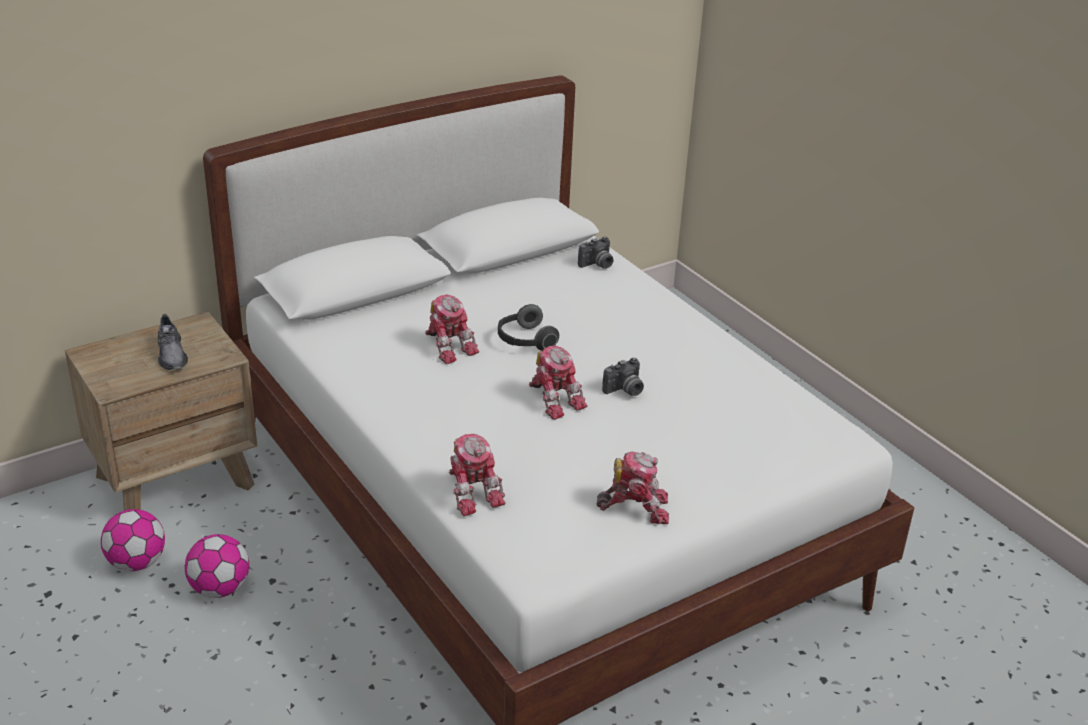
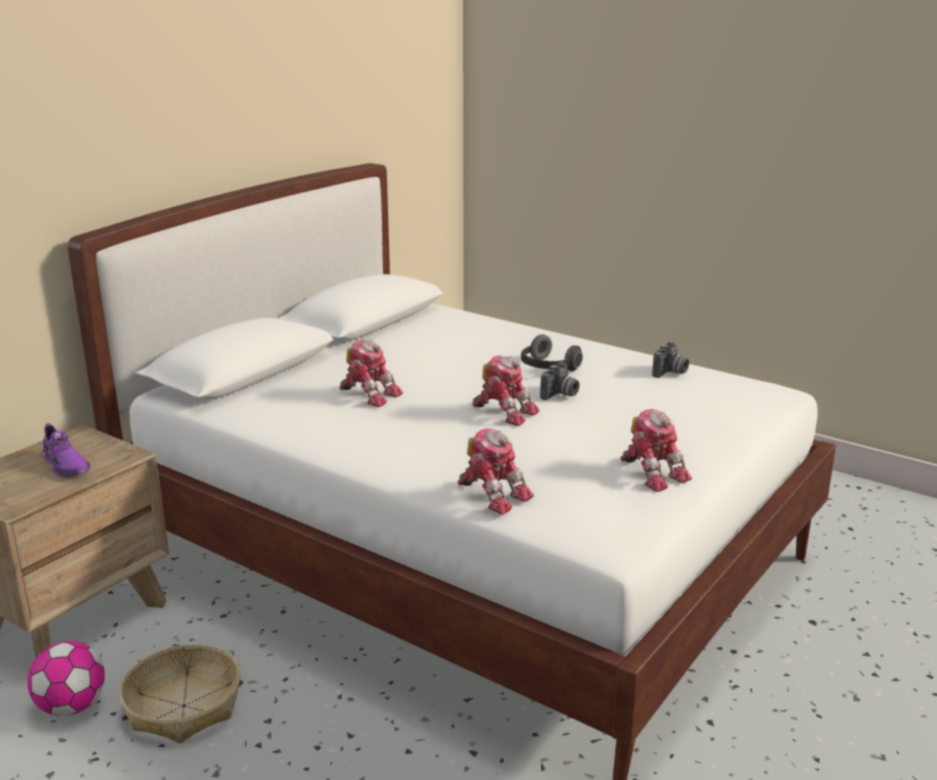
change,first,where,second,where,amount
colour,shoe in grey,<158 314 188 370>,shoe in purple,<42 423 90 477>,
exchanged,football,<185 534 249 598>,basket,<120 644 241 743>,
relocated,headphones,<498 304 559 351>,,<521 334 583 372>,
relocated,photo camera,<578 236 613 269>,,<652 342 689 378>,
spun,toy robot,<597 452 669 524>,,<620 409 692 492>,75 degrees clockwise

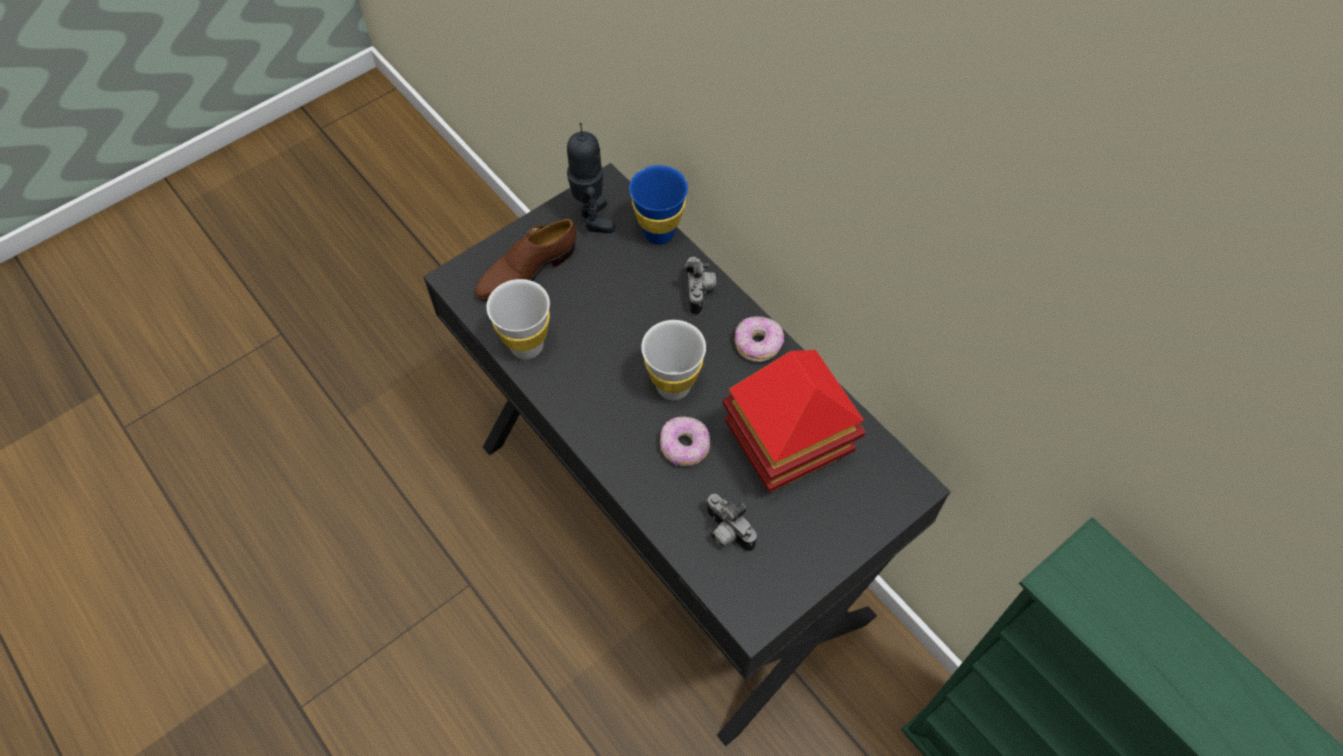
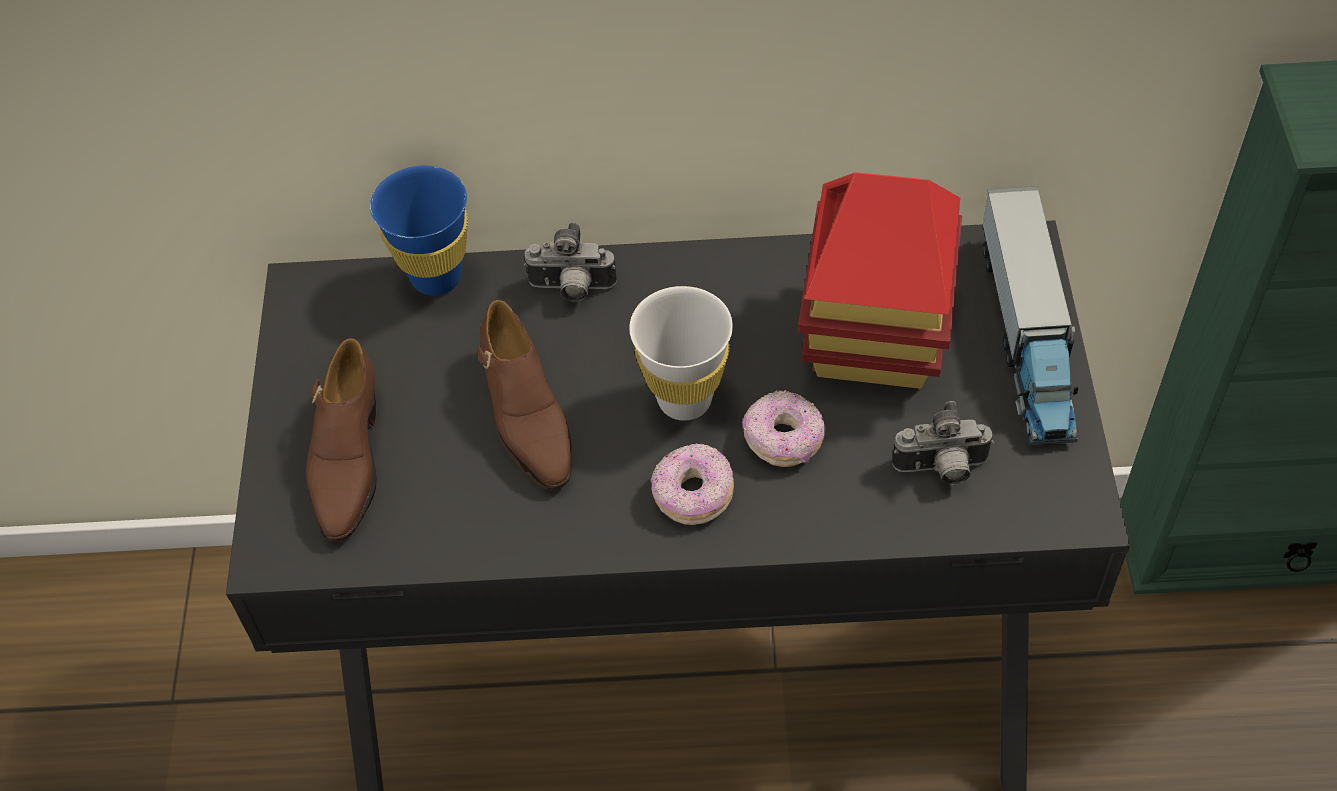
change,first,where,second,where,amount
missing,cup in white,<486 279 550 360>,,,
missing,toy robot,<567 123 615 233>,,,
spun,photo camera,<685 257 716 316>,,<524 222 617 302>,150 degrees clockwise
relocated,donut,<735 316 784 362>,,<651 444 734 525>,
appeared,,,shoe in brown,<477 300 572 490>,
appeared,,,toy truck,<982 186 1078 445>,

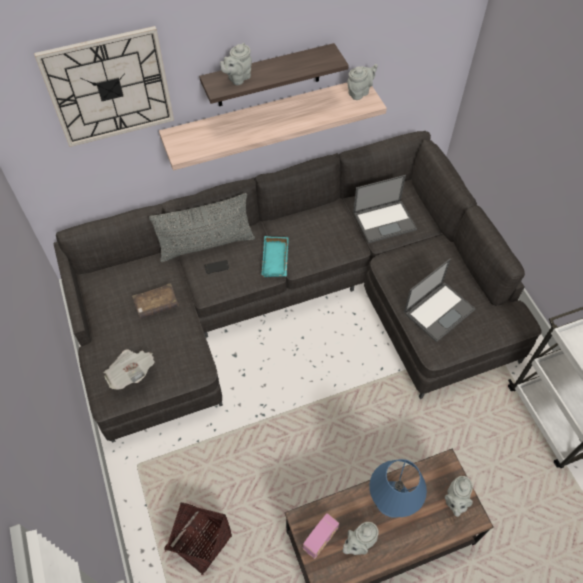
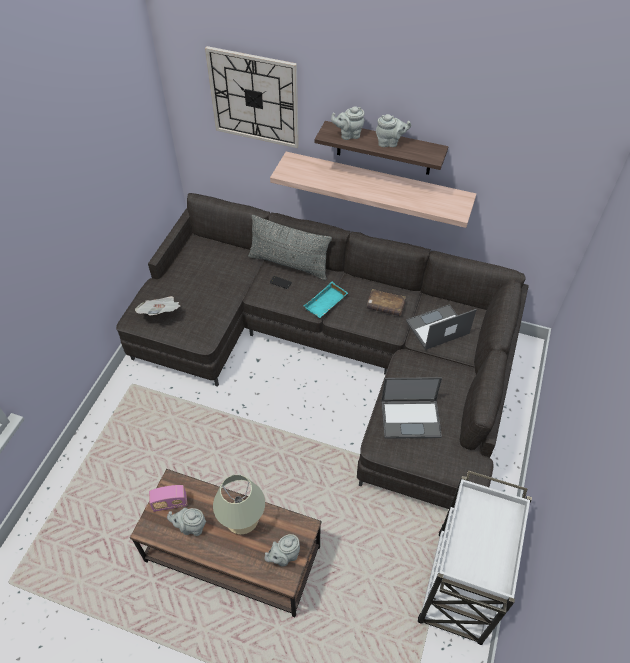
change,first,where,second,where,amount
relocated,book in brown,<132 283 179 319>,,<367 289 406 316>,
missing,basket,<165 502 232 575>,,,
relocated,teapot in grey,<347 64 378 100>,,<376 114 411 147>,
spun,laptop,<353 175 417 244>,,<406 304 477 350>,135 degrees clockwise
colour,table lamp in blue,<369 459 427 518>,table lamp in beige,<213 474 265 534>,

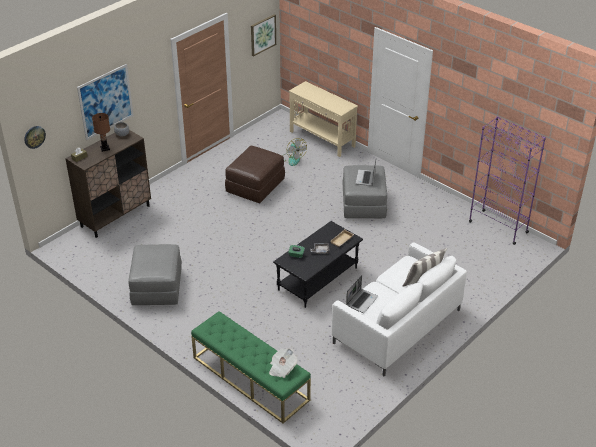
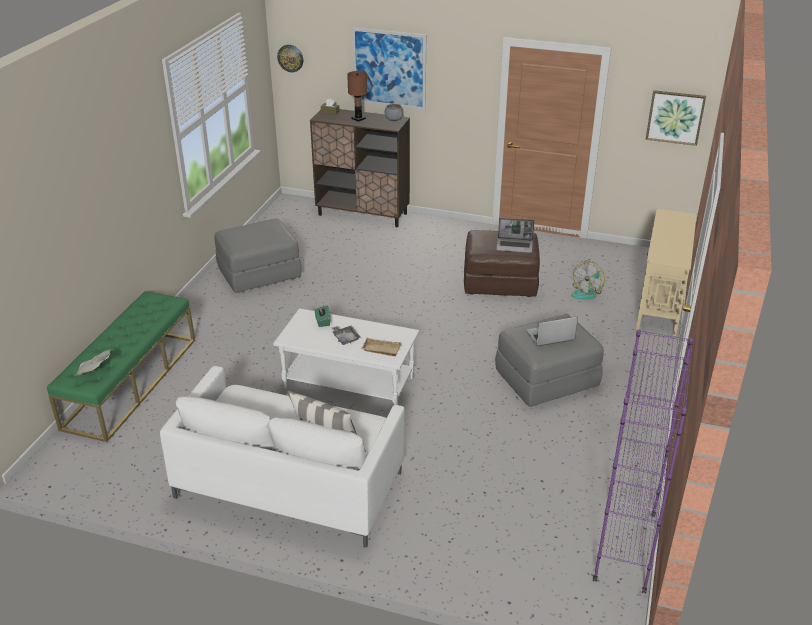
change,first,where,second,where,amount
colour,coffee table in black,<273 221 363 308>,coffee table in white,<273 308 419 405>,
relocated,laptop,<346 275 378 313>,,<496 218 535 253>,

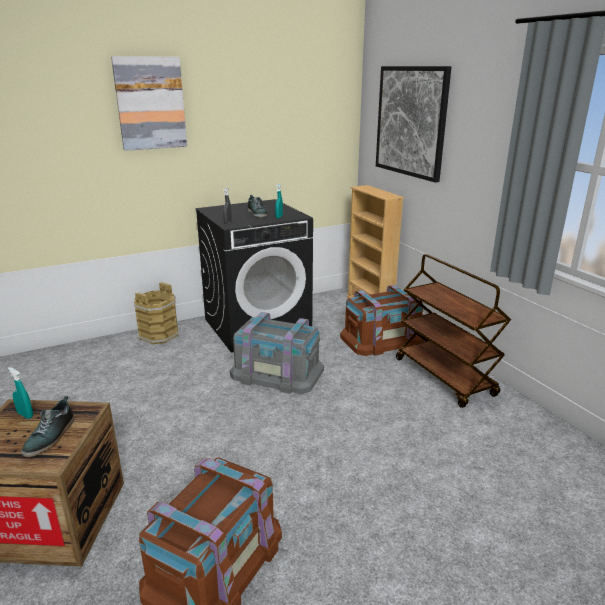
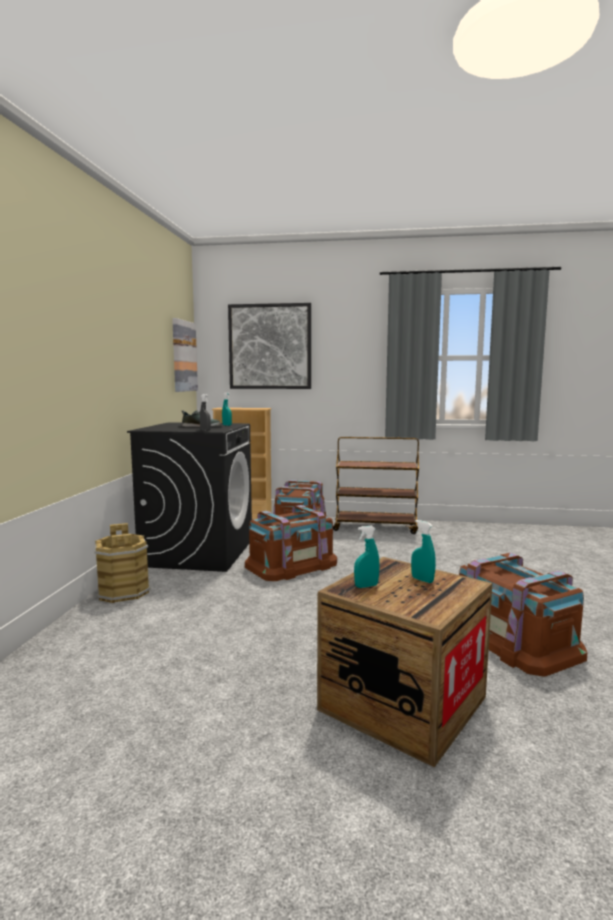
change,first,where,second,where,amount
exchanged,shoe,<22 396 75 457>,spray bottle in turquoise,<411 520 436 583>,
relocated,picture,<111 56 187 151>,,<172 318 198 392>,
colour,storage box in grey,<230 312 324 394>,storage box in brown,<245 505 337 581>,

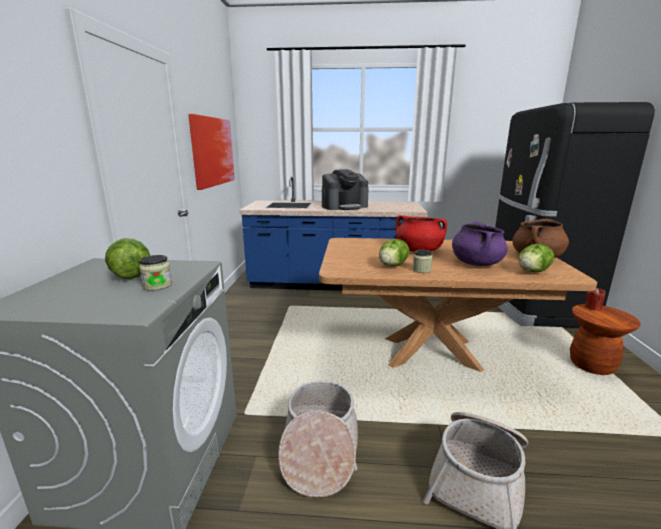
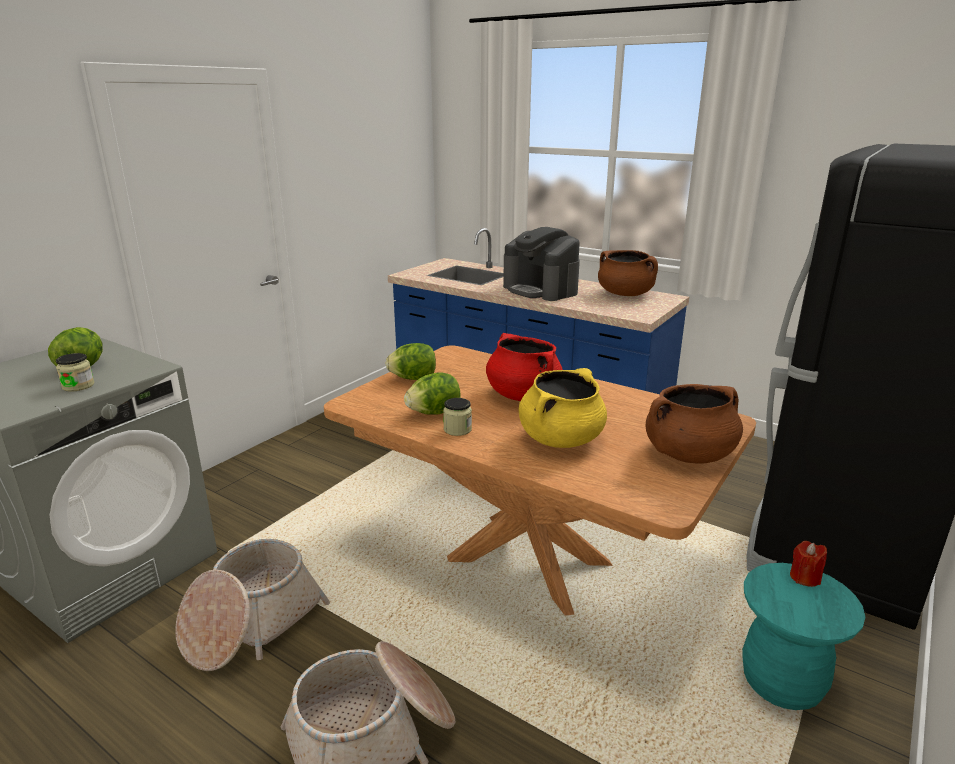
change,first,where,second,where,amount
missing,picture,<188 114 235 190>,,,
spun,coffee machine,<322 169 369 210>,,<503 227 580 301>,45 degrees clockwise
colour,cooking pot in purple,<452 221 508 266>,cooking pot in yellow,<519 368 607 448>,
relocated,lettuce,<519 244 554 272>,,<385 343 436 380>,
colour,stool in brown,<570 304 640 375>,stool in turquoise,<742 563 865 710>,
appeared,,,cooking pot in brown,<598 250 658 296>,

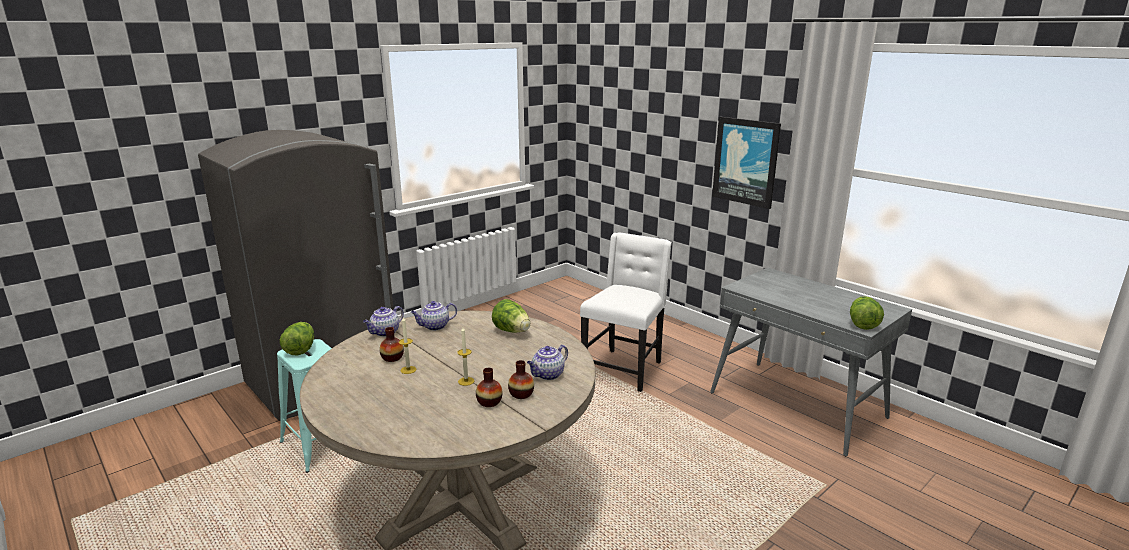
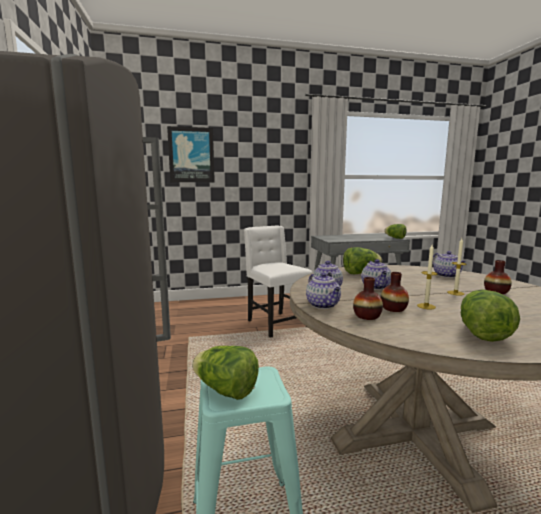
change,first,where,second,where,amount
relocated,vase,<508 360 534 399>,,<353 277 383 320>,
relocated,picture,<712 117 781 209>,,<167 126 215 182>,
appeared,,,teapot,<361 259 391 290>,
appeared,,,lettuce,<461 290 520 342>,

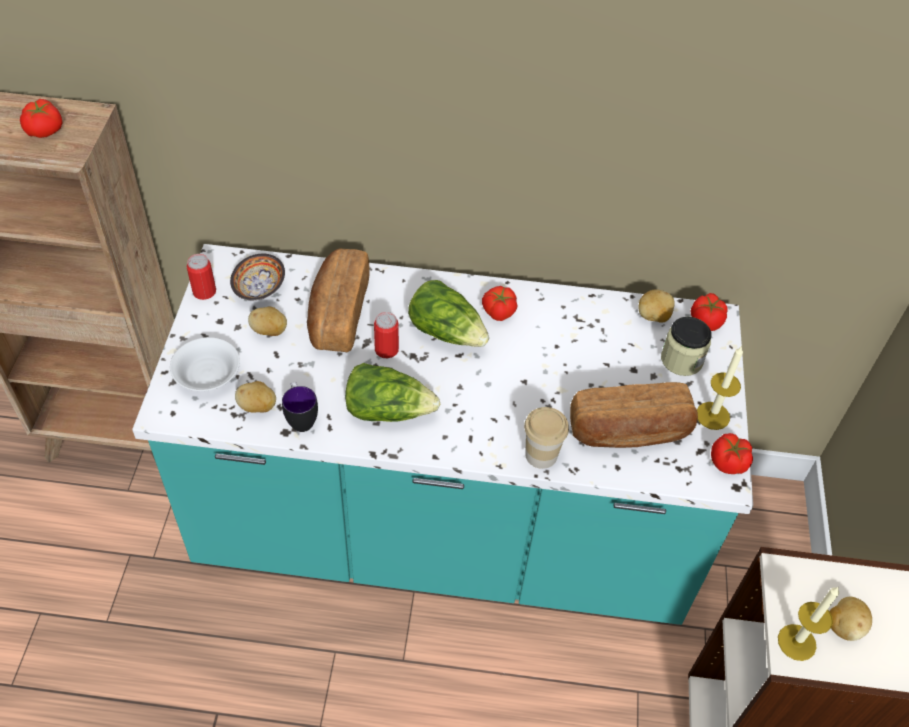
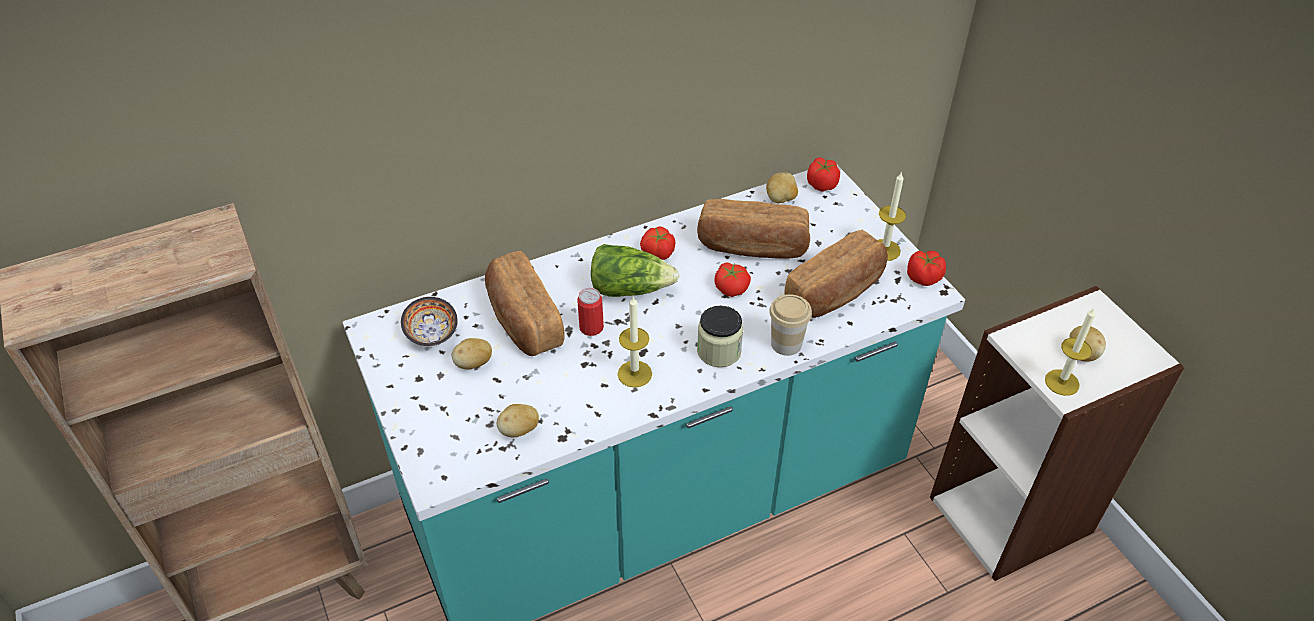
change,first,where,second,where,amount
relocated,tomato,<20 99 62 138>,,<714 262 751 297>,
missing,bowl in white,<170 337 240 391>,,,
missing,can,<187 254 216 300>,,,
missing,mug,<282 382 318 432>,,,
exchanged,lettuce,<345 363 440 422>,candle,<618 297 652 388>,
relocated,jar,<661 317 712 376>,,<697 306 743 367>,
appeared,,,bread,<697 199 810 259>,

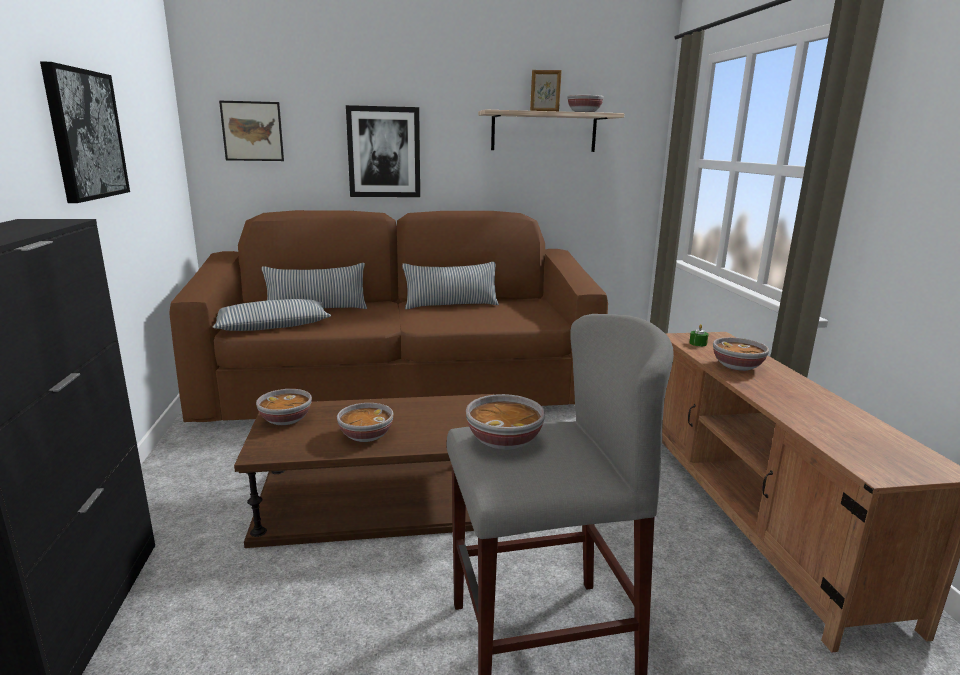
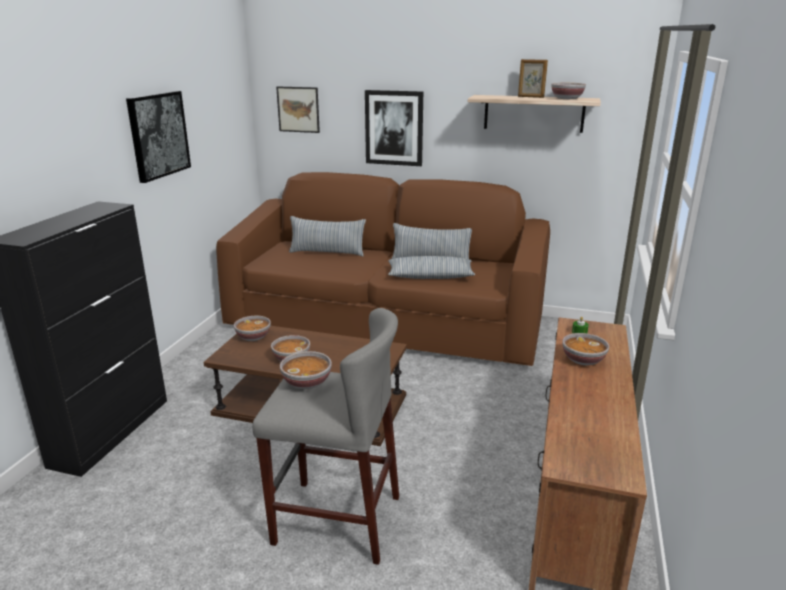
change,first,where,second,where,amount
relocated,pillow,<213 299 331 331>,,<388 256 475 279>,

